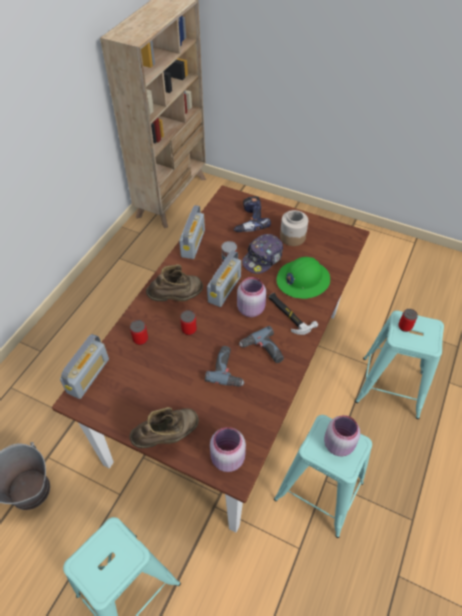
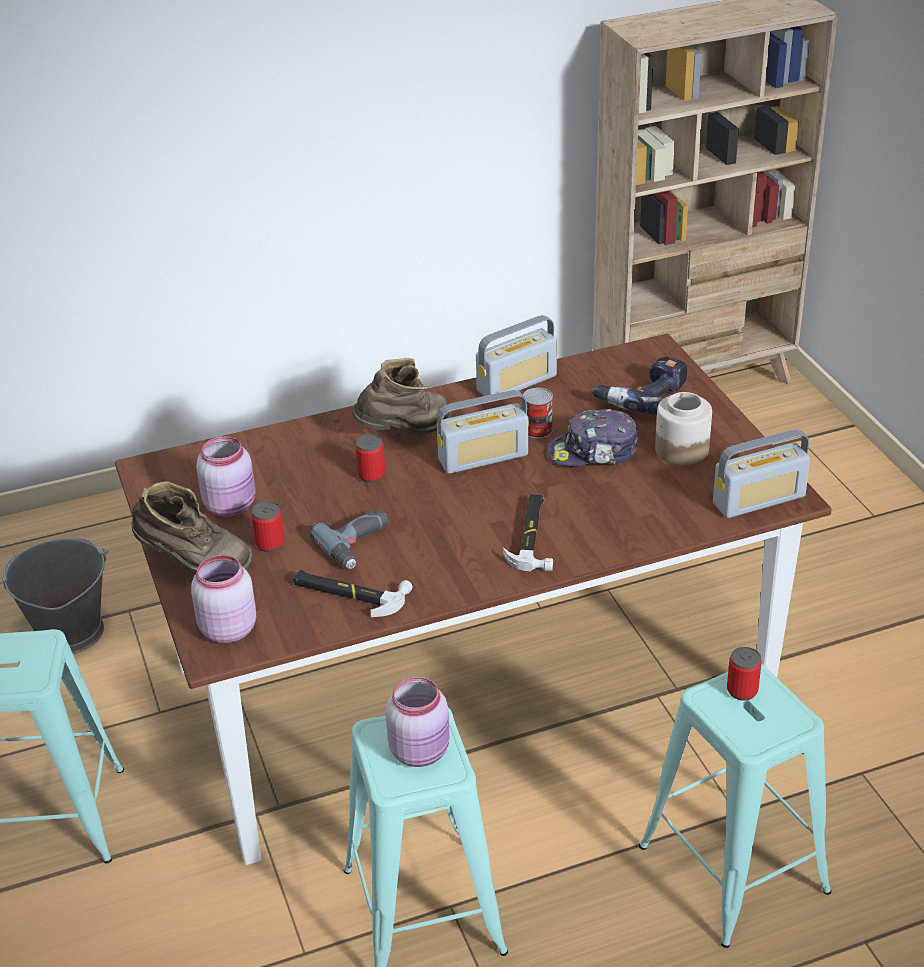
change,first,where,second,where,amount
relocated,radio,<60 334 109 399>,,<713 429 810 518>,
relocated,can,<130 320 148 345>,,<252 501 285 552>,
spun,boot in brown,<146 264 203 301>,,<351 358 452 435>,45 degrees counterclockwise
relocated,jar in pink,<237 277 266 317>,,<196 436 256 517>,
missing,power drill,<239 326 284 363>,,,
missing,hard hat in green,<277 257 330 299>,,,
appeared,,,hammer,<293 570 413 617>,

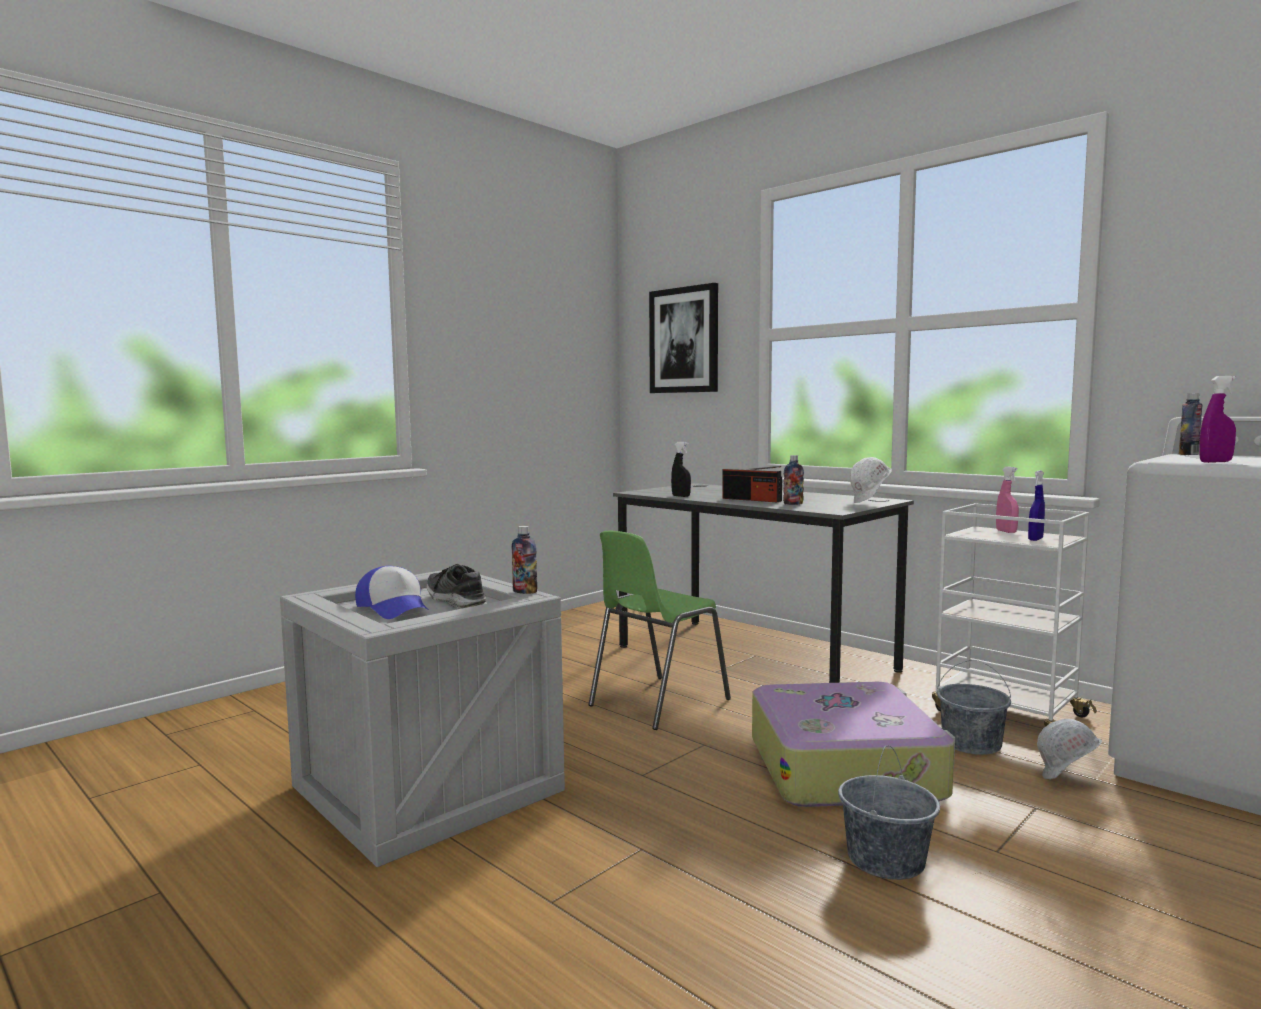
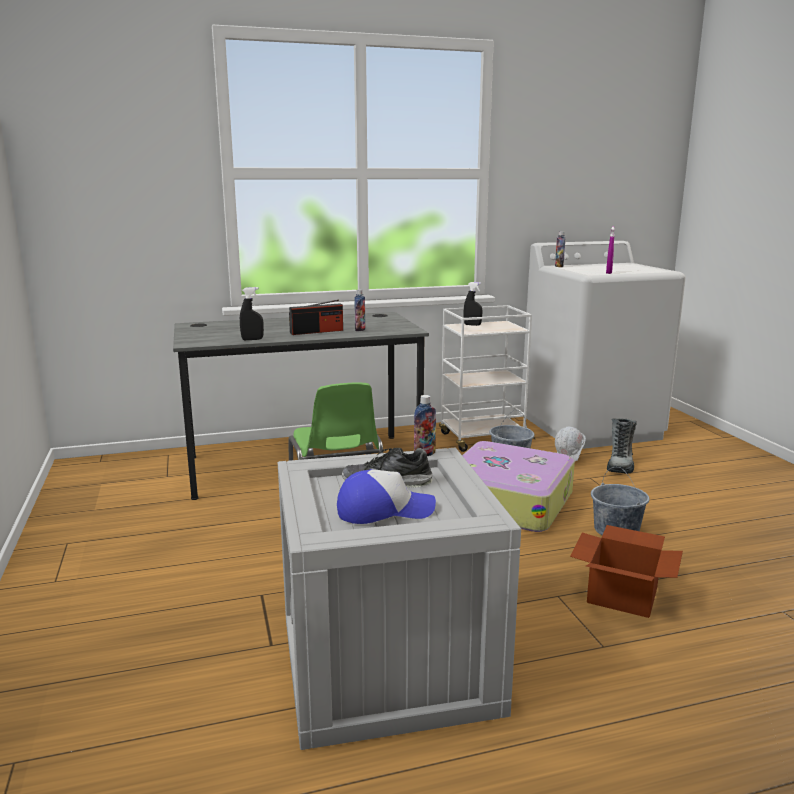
change,first,where,second,where,amount
missing,picture,<649 283 718 393>,,,
missing,hard hat in white,<850 457 892 503>,,,
colour,spray bottle in pink,<996 467 1019 533>,spray bottle in black,<464 282 483 326>,
missing,spray bottle in blue,<1028 471 1045 541>,,,
appeared,,,cardboard box,<570 525 683 618>,
appeared,,,boot,<607 418 637 474>,

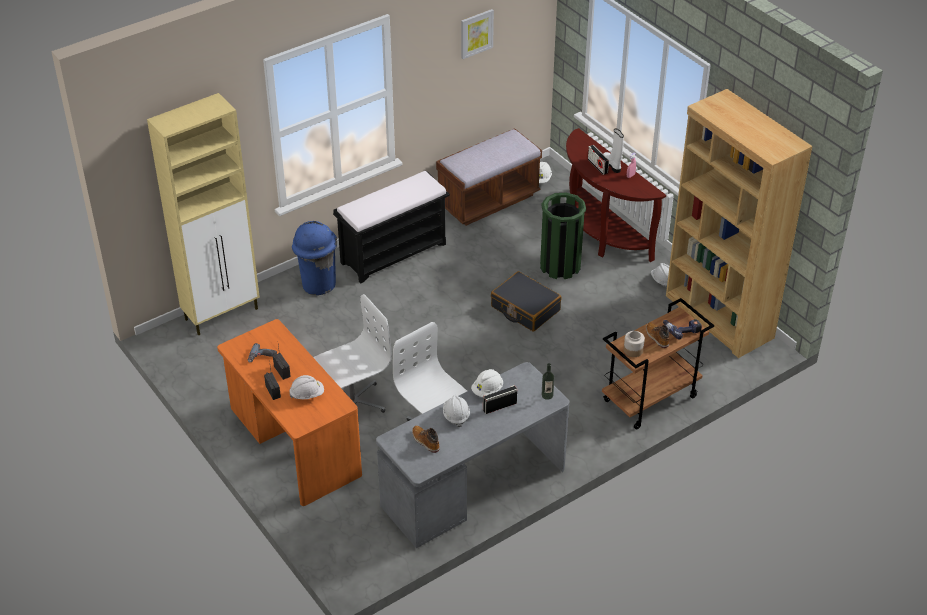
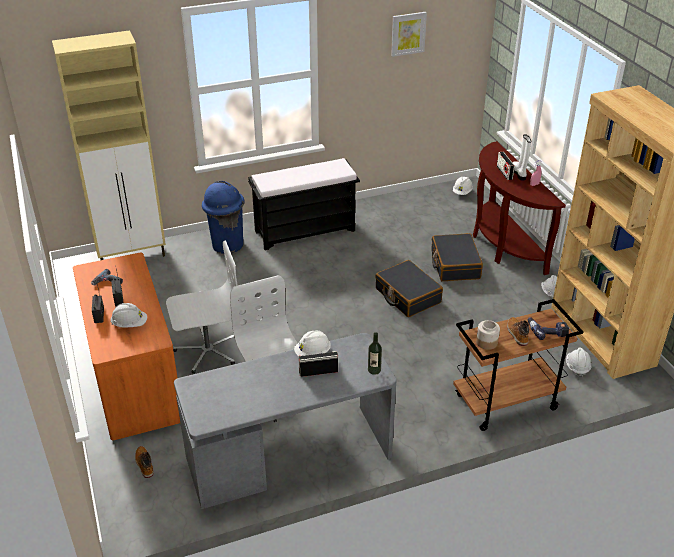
change,first,where,second,where,amount
relocated,boot,<412 426 440 453>,,<135 446 154 478>,
missing,bench in brown,<436 128 542 226>,,,
relocated,hard hat in white,<443 395 470 427>,,<566 347 592 378>,
exchanged,trash can in green,<540 192 586 279>,suitcase in black,<431 233 483 281>,

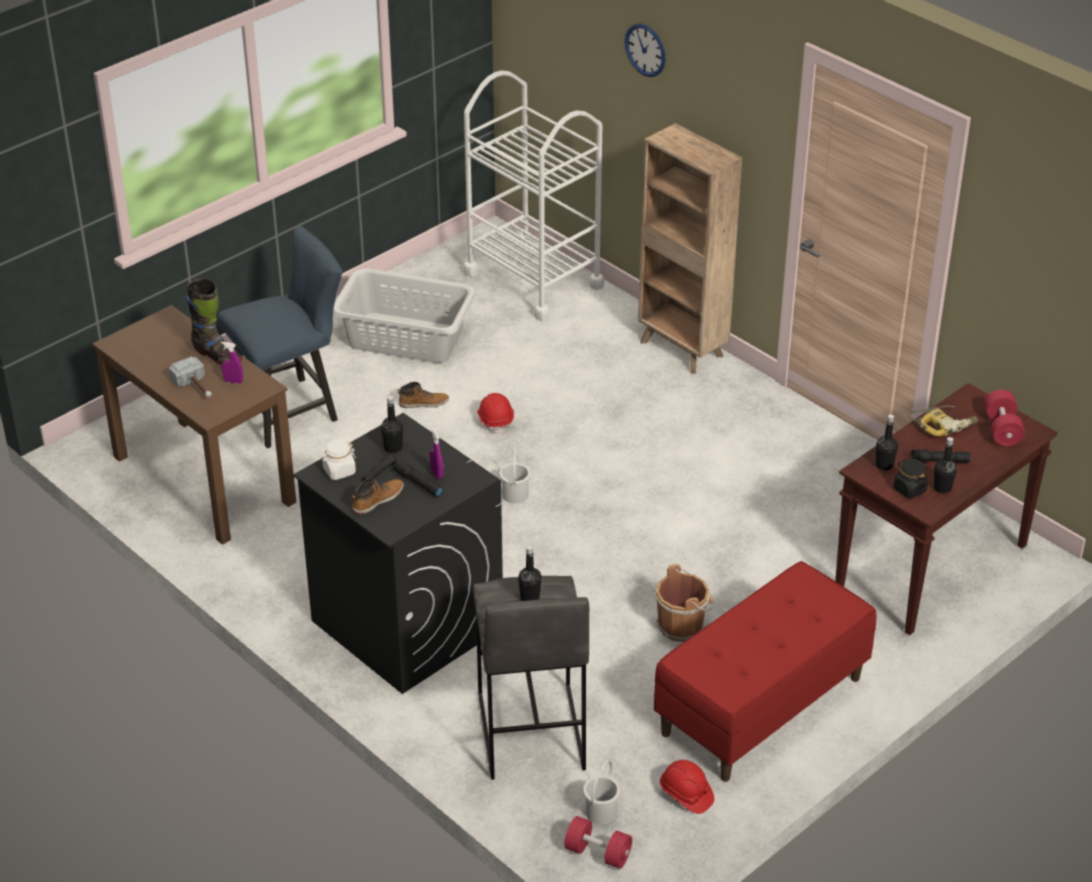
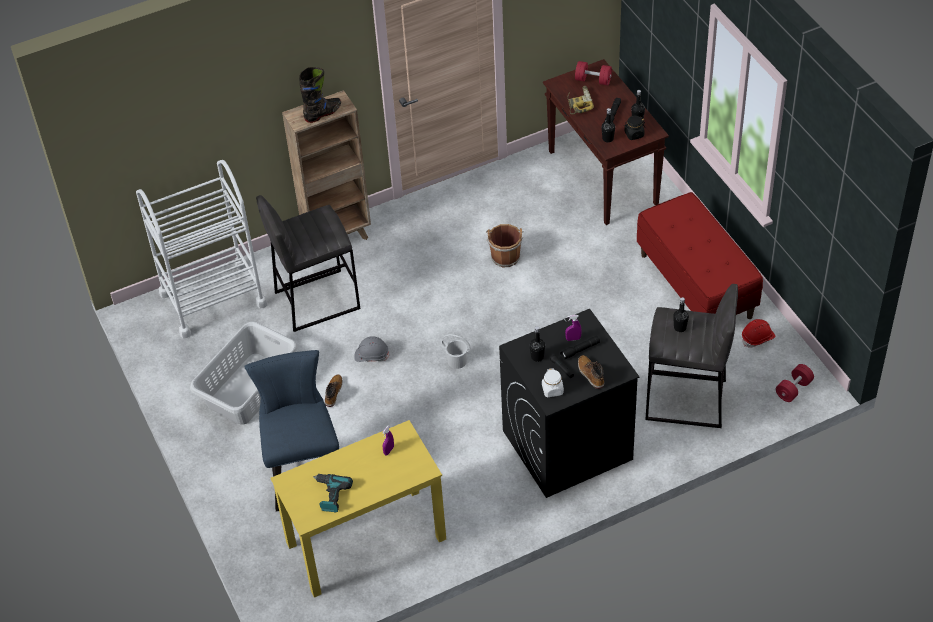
change,first,where,second,where,amount
colour,desk in brown,<92 305 296 545>,desk in yellow,<271 420 446 598>,
missing,hammer,<168 356 212 397>,,,
relocated,boot in black,<186 278 242 365>,,<299 67 341 123>,
colour,hard hat in red,<477 393 514 435>,hard hat in grey,<354 336 389 362>,
missing,bucket in white,<583 759 620 824>,,,
missing,wall clock,<625 24 666 77>,,,
relocated,bucket in brown,<654 564 714 642>,,<486 224 523 267>,
appeared,,,stool in grey,<256 195 360 332>,
appeared,,,power drill,<313 474 353 512>,

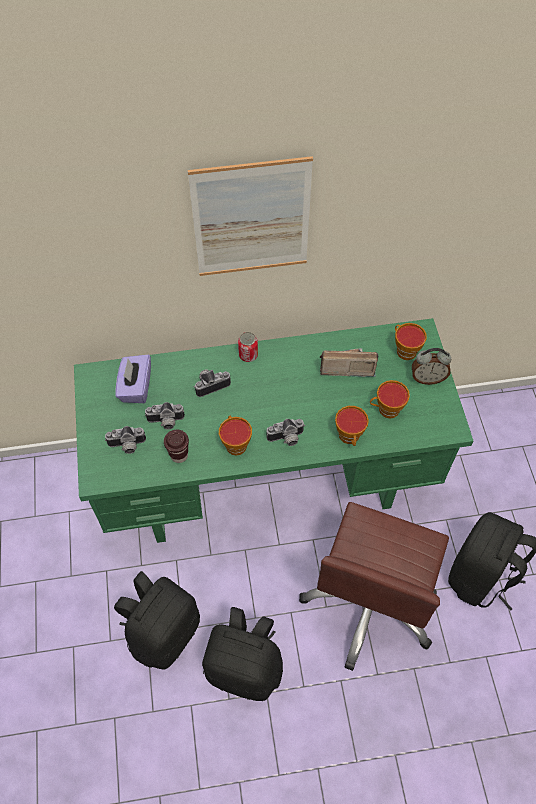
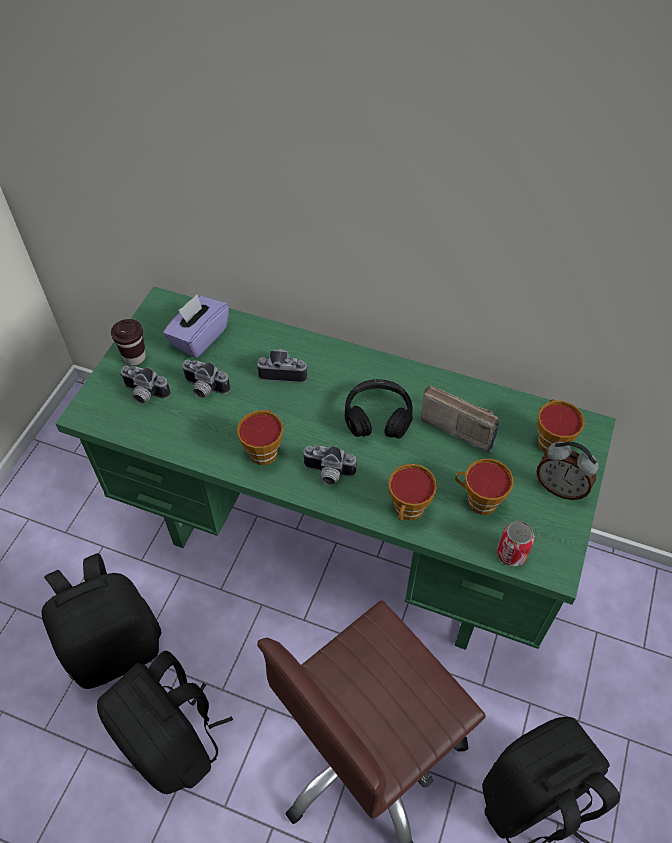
change,first,where,second,where,amount
relocated,cup in brown,<164 430 189 463>,,<111 319 146 365>,
missing,picture,<188 156 313 276>,,,
relocated,can,<238 332 258 362>,,<497 521 535 567>,
appeared,,,headphones in black,<344 379 413 439>,

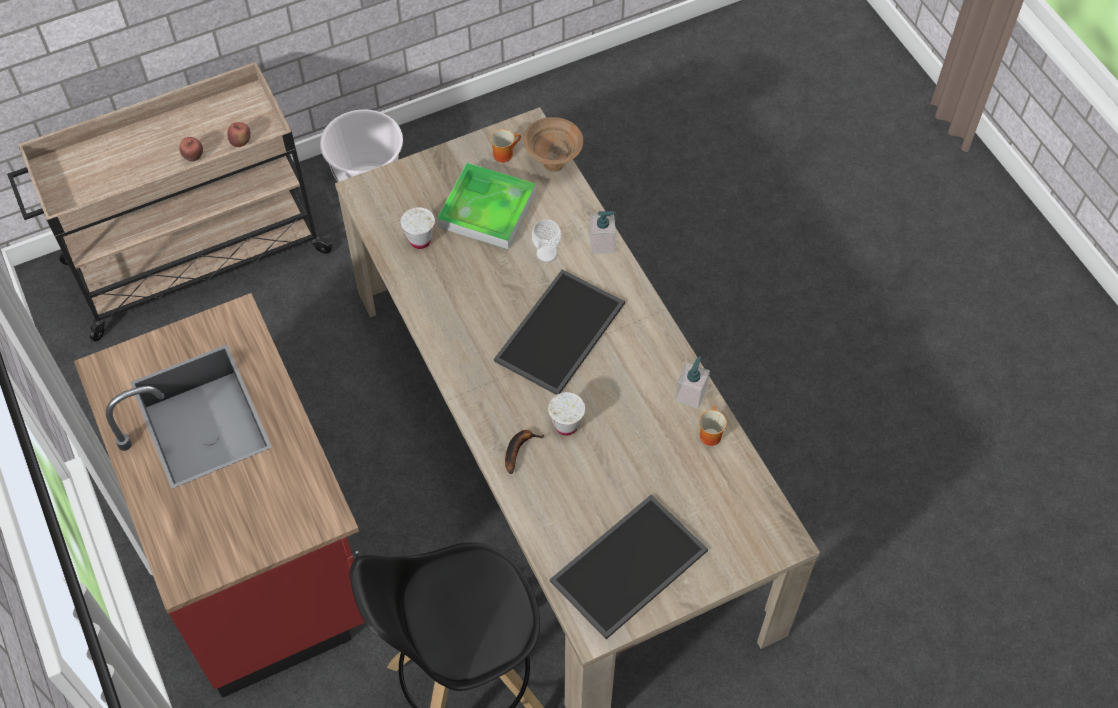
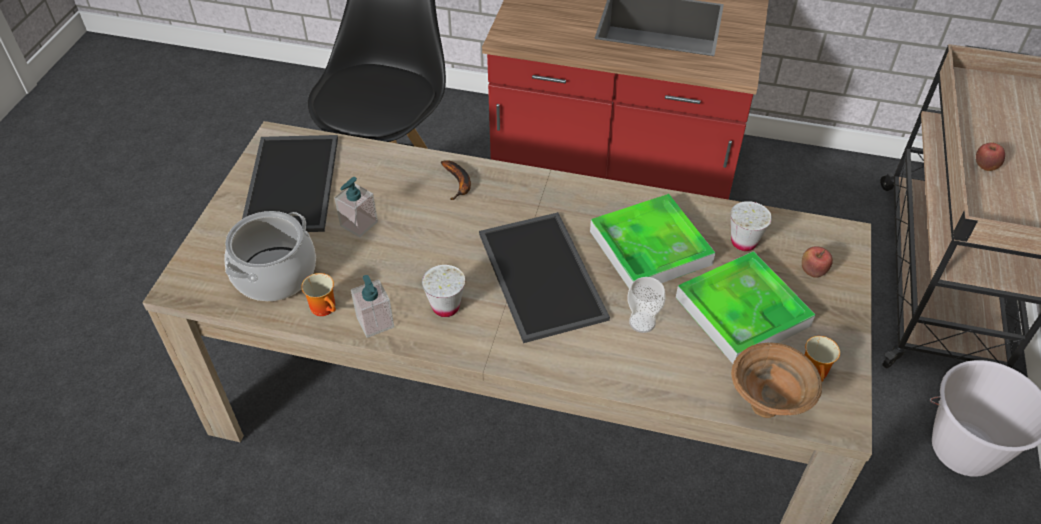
change,first,where,second,where,amount
relocated,apple,<228 122 251 147>,,<802 246 833 278>,
relocated,cup in white,<548 392 585 435>,,<422 265 465 317>,
relocated,soap dispenser,<590 211 616 254>,,<334 177 378 237>,
appeared,,,cooking pot,<224 211 316 301>,
appeared,,,tray,<590 194 715 288>,

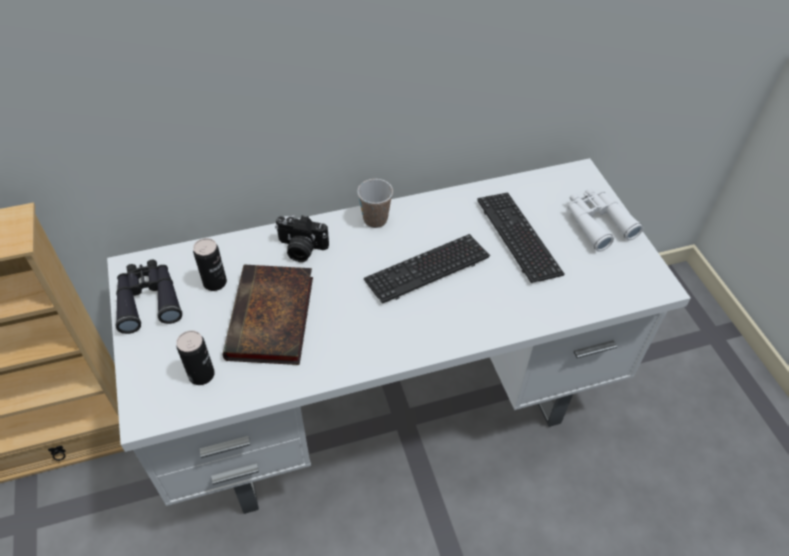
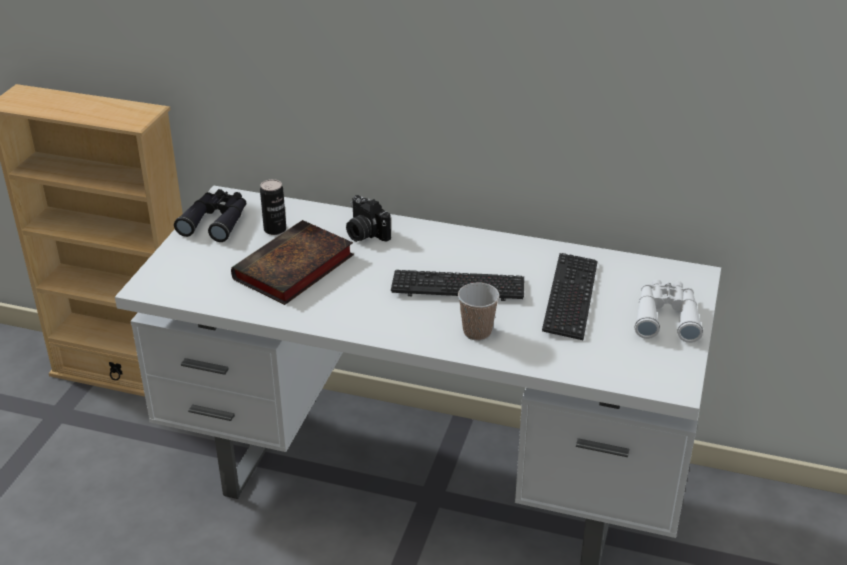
change,first,where,second,where,amount
missing,can,<176 331 215 385>,,,
relocated,cup,<357 179 393 228>,,<458 282 500 341>,

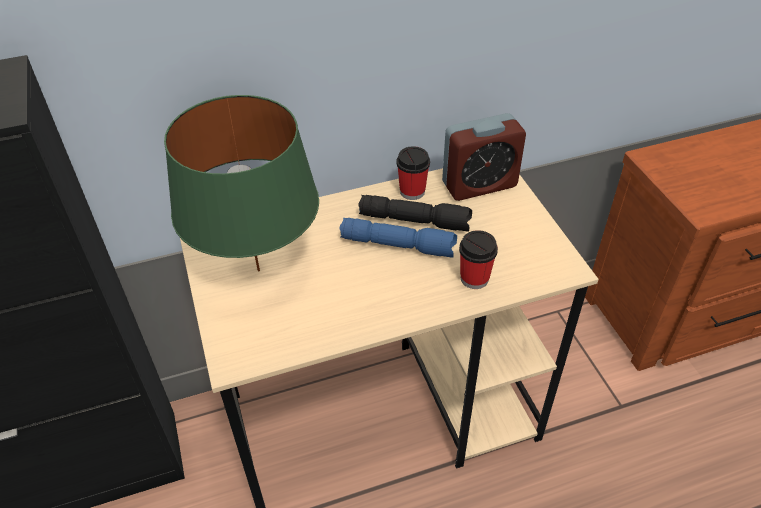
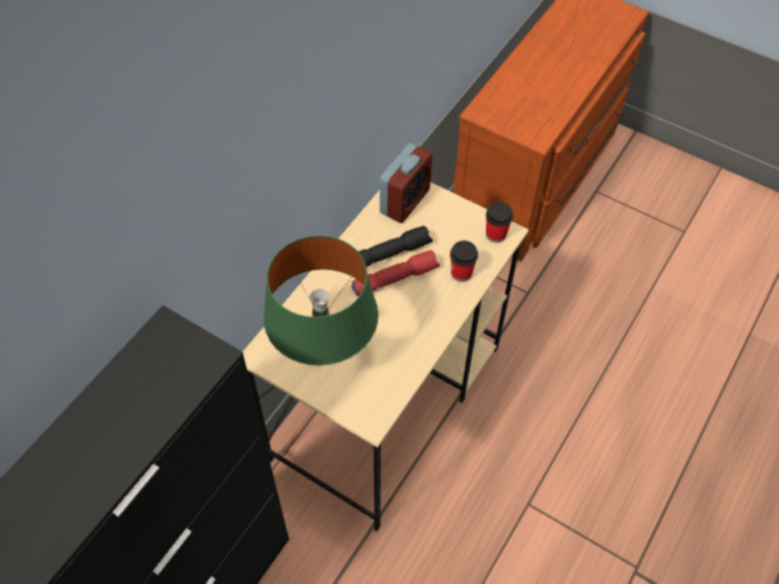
change,first,where,second,where,amount
colour,flashlight in blue,<340 218 457 258>,flashlight in red,<351 250 440 297>,
relocated,cup,<397 146 430 200>,,<486 202 513 243>,

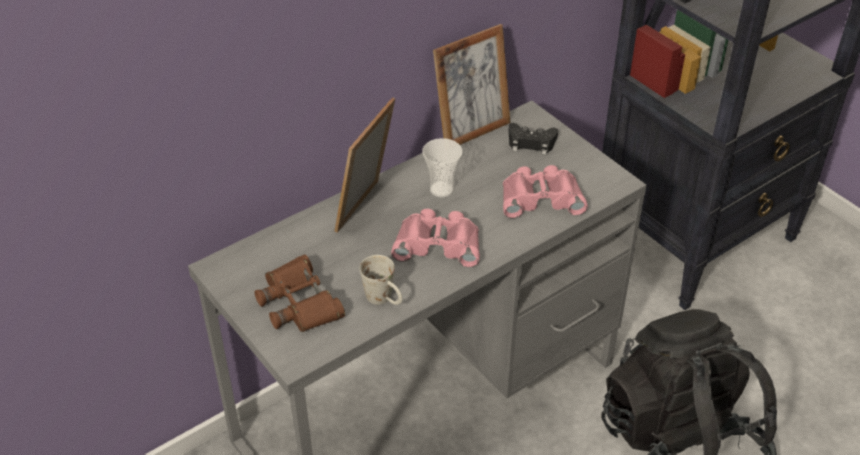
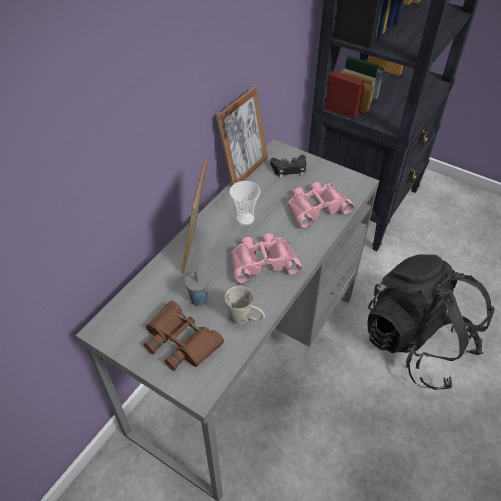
change,first,where,second,where,amount
appeared,,,cup in grey,<181 270 209 306>,

